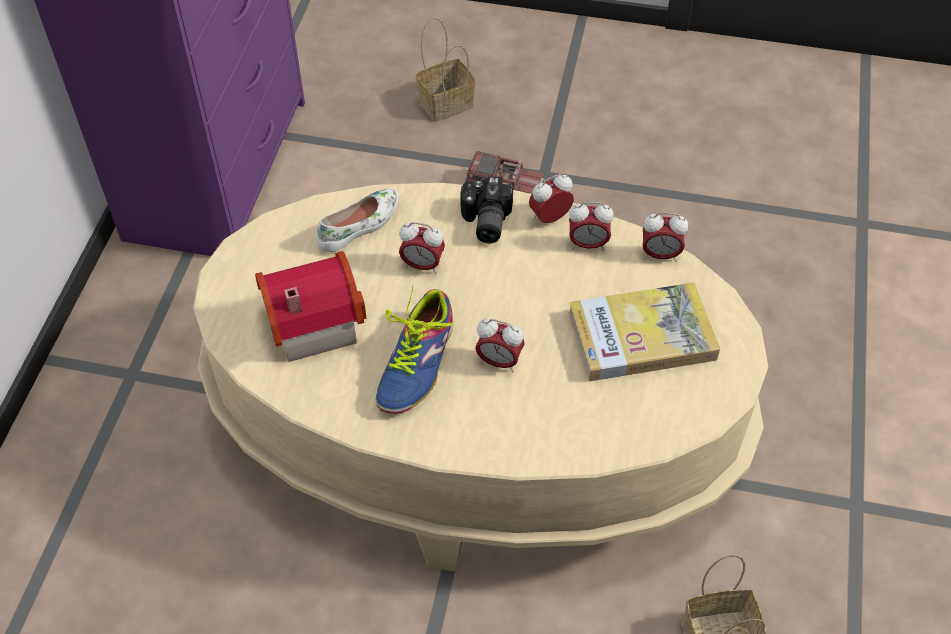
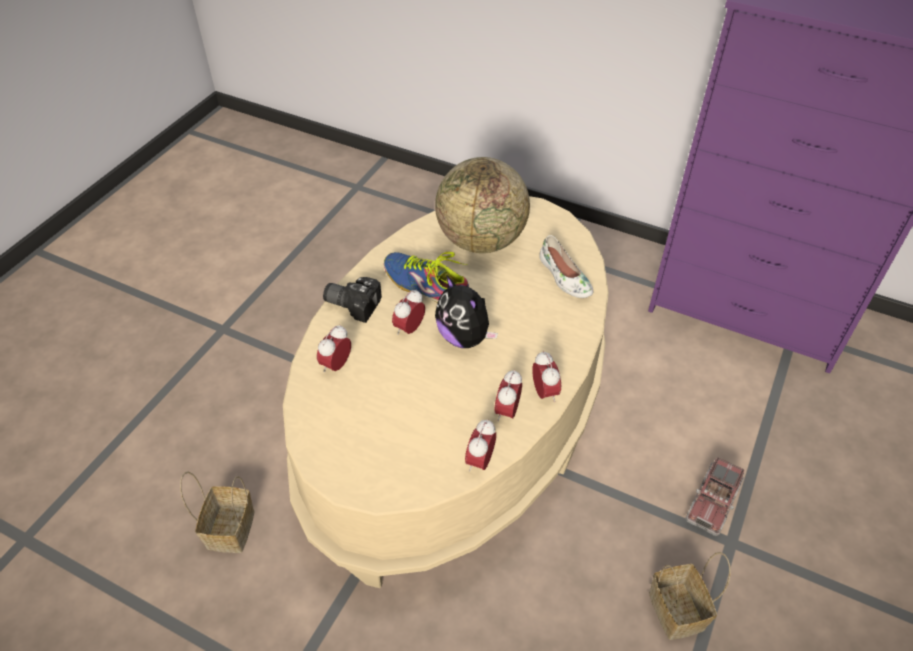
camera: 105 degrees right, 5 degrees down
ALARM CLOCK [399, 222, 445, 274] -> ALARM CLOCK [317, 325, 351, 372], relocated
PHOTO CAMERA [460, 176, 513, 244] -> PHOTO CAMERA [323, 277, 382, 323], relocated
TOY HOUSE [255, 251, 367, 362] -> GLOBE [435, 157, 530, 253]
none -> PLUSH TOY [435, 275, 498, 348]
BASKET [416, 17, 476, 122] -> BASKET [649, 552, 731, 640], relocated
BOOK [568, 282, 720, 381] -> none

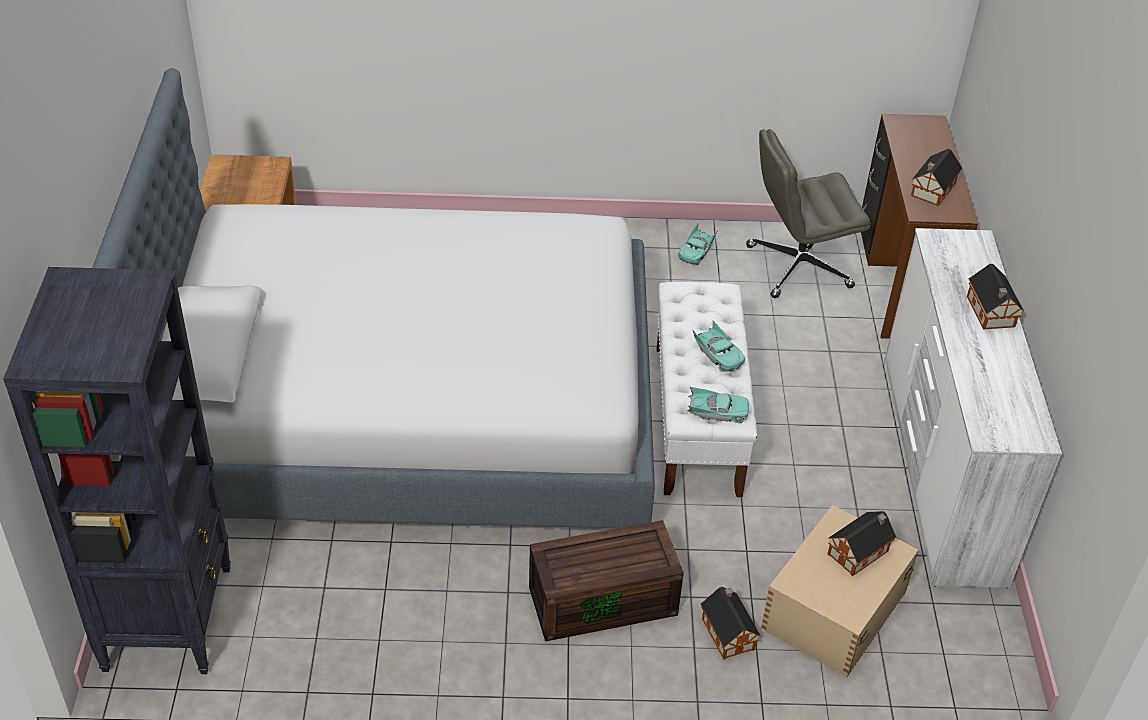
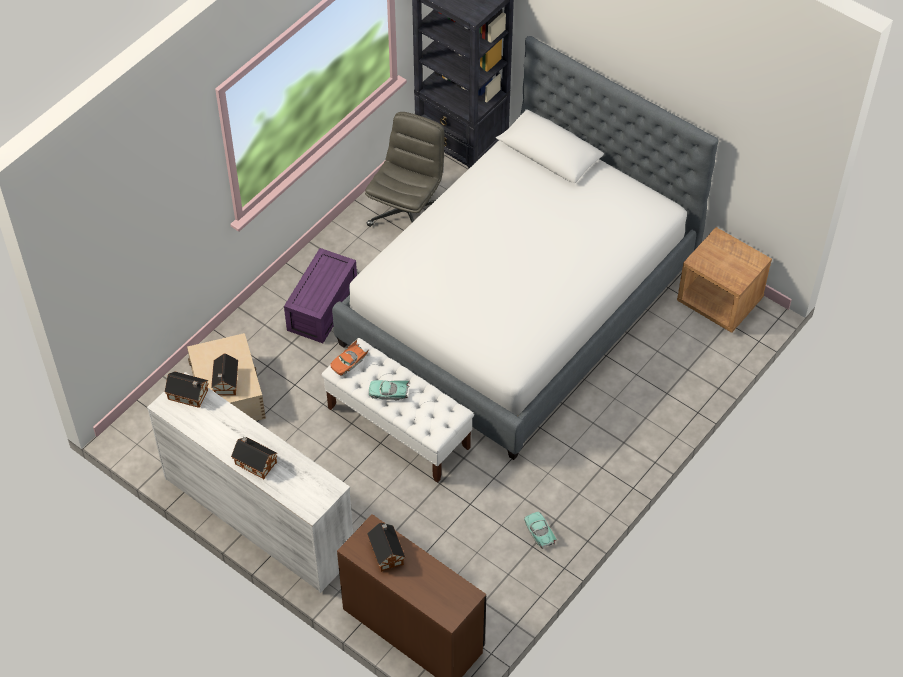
camera: 130 degrees right, 10 degrees up
TOY HOUSE [701, 587, 761, 659] -> TOY HOUSE [165, 371, 209, 408], relocated
BROWN STORAGE BOX [529, 520, 684, 642] -> PURPLE STORAGE BOX [284, 248, 357, 343]
TURQUOISE TOY CAR [687, 387, 749, 423] -> ORANGE TOY CAR [331, 340, 369, 376]
GREY OFFICE CHAIR [746, 129, 870, 298] -> GREY OFFICE CHAIR [365, 112, 444, 227], relocated

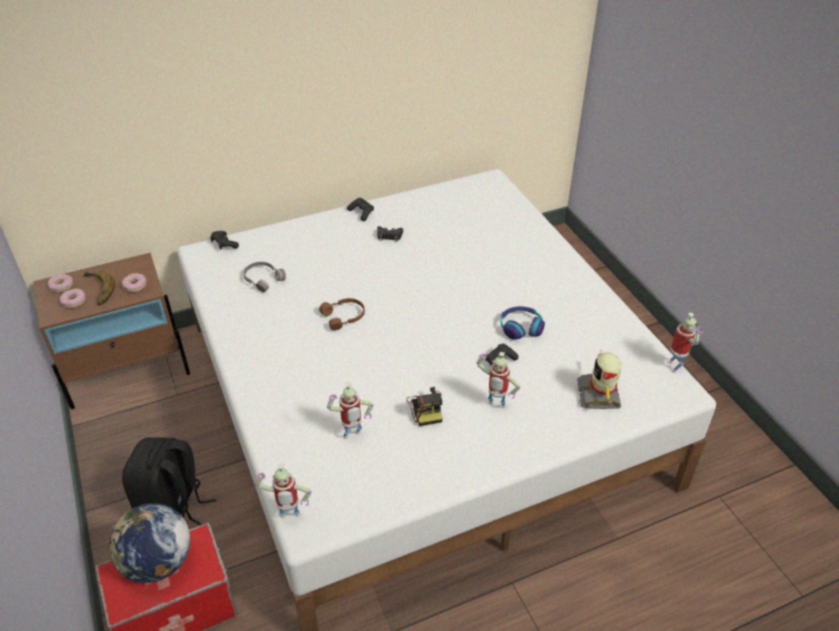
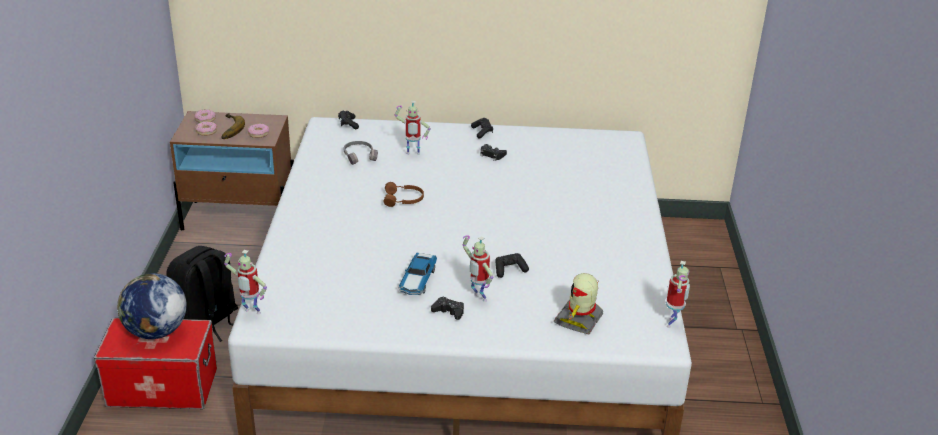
camera: 25 degrees right, 10 degrees down
TOY ROBOT [327, 382, 374, 439] -> TOY ROBOT [395, 101, 431, 155], relocated
PHOTO CAMERA [407, 387, 442, 426] -> TOY CAR [399, 253, 437, 295]
none -> BLACK GAME CONTROLLER [431, 297, 464, 320]
HEADPHONES [500, 306, 545, 340] -> none

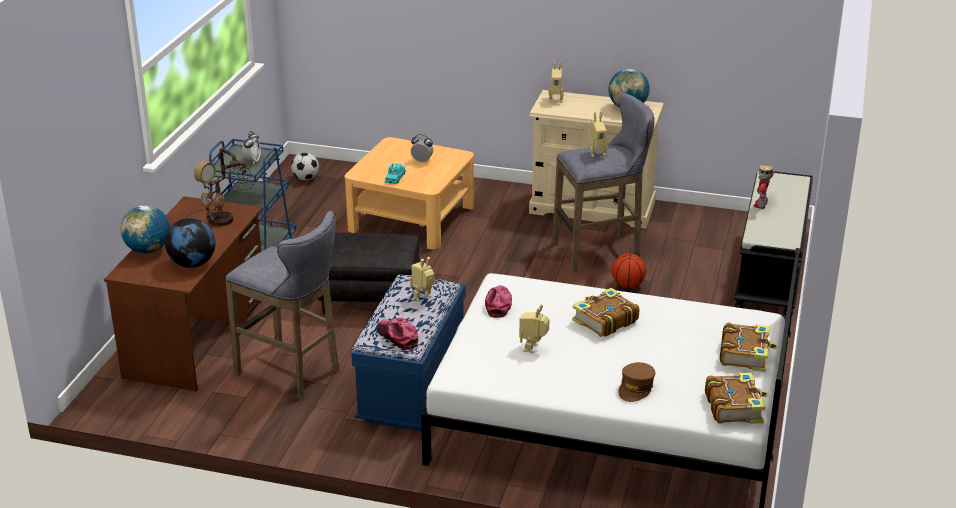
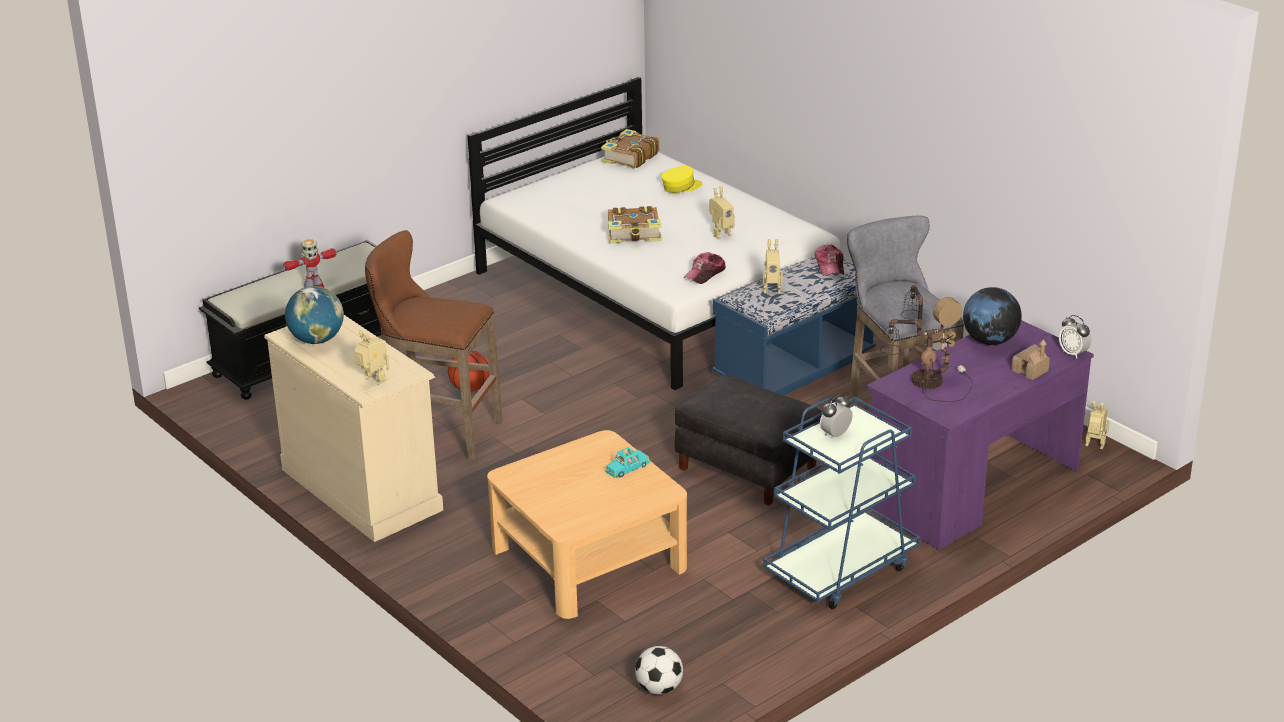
camera: 145 degrees left, 0 degrees up
GREY STOOL [552, 94, 655, 272] -> BROWN STOOL [365, 230, 502, 461]
BROWN CAP [618, 362, 655, 402] -> YELLOW CAP [661, 166, 702, 193]
BROWN DESK [104, 196, 263, 391] -> PURPLE DESK [867, 320, 1094, 550]
GLOBE [120, 205, 170, 253] -> TOY HOUSE [1012, 339, 1050, 380]
ALARM CLOCK [411, 134, 433, 162] -> ALARM CLOCK [1059, 315, 1091, 359], relocated
TOY ROBOT [590, 112, 608, 157] -> TOY ROBOT [1085, 401, 1110, 449], relocated
BOOK [720, 322, 778, 372] -> none

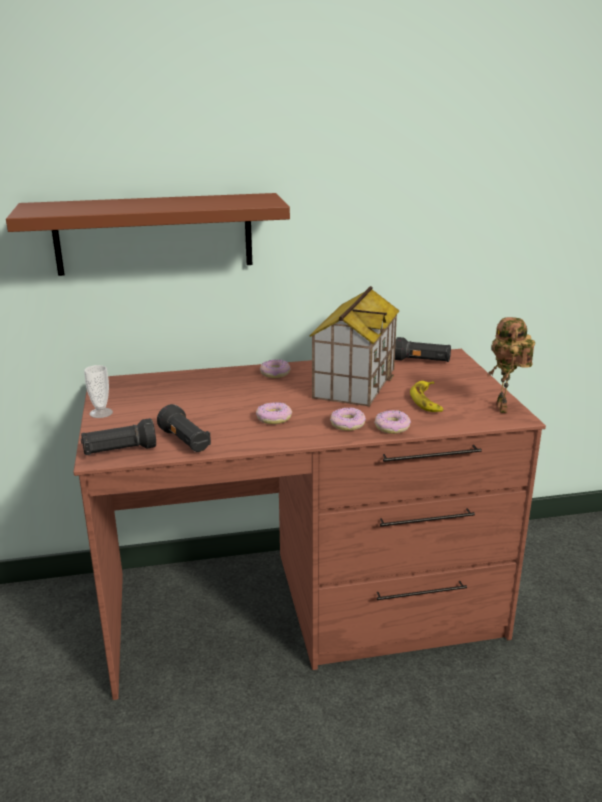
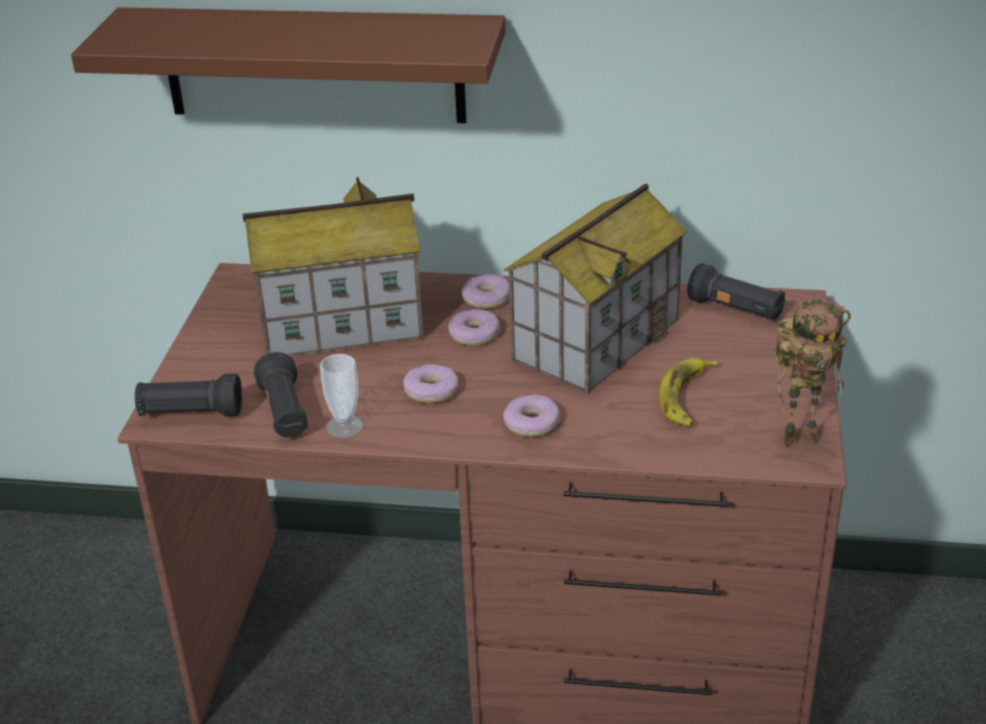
camera: 20 degrees right, 10 degrees up
none -> TOY HOUSE [242, 177, 424, 356]
CUP [84, 365, 113, 418] -> CUP [320, 354, 364, 438], relocated
DONUT [375, 410, 411, 434] -> DONUT [448, 309, 500, 346], relocated
TOY ROBOT [488, 317, 535, 413] -> TOY ROBOT [774, 299, 851, 447], 120 degrees counterclockwise

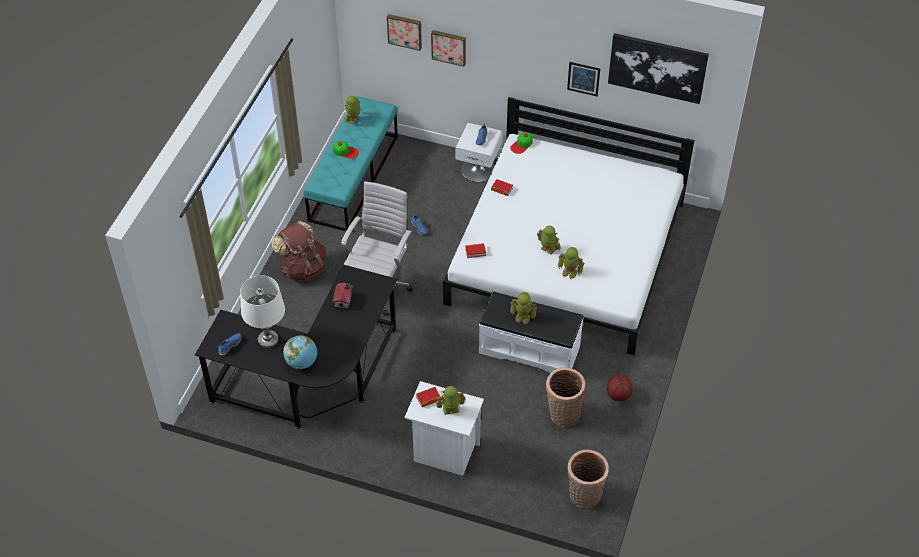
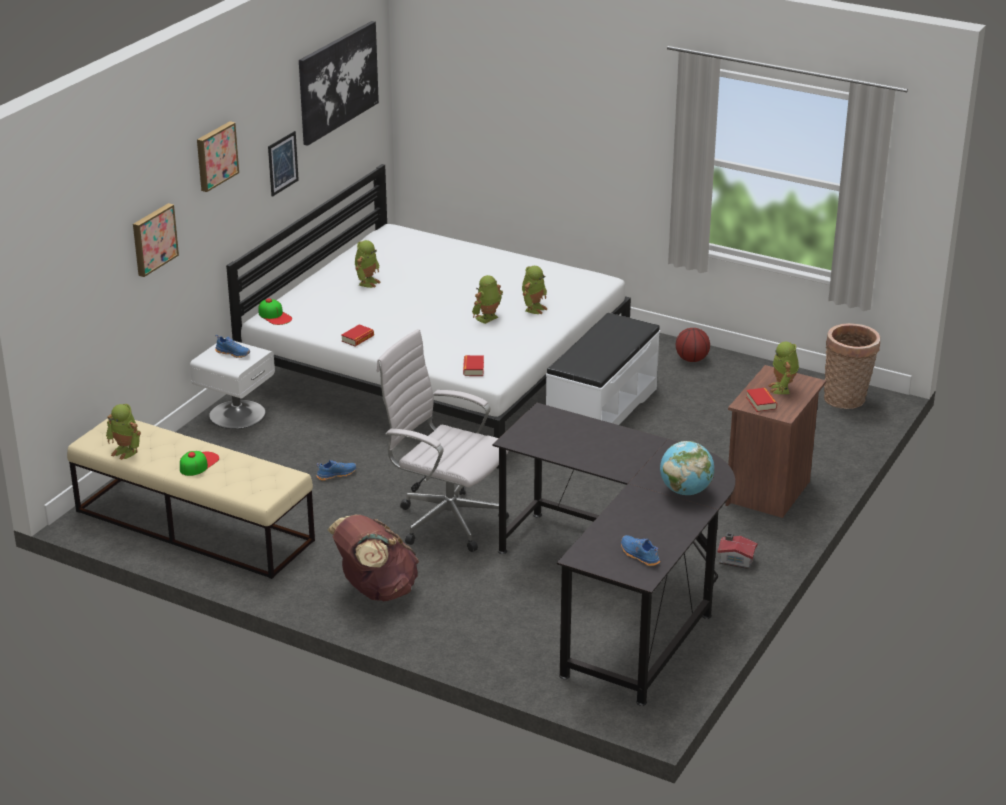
camera: 80 degrees left, 20 degrees down
TURQUOISE BENCH [303, 96, 398, 231] -> BEIGE BENCH [67, 418, 315, 579]
PICTURE [387, 14, 422, 51] -> PICTURE [197, 121, 239, 192], relocated
TOY ROBOT [510, 292, 537, 325] -> TOY ROBOT [355, 240, 381, 288], relocated
TOY HOUSE [332, 283, 353, 309] -> TOY HOUSE [717, 533, 758, 569], relocated
WHITE NIGHTSTAND [404, 381, 484, 476] -> BROWN NIGHTSTAND [725, 365, 826, 518]
WHITE TABLE LAMP [240, 275, 285, 348] -> none
BASKET [546, 368, 586, 427] -> none

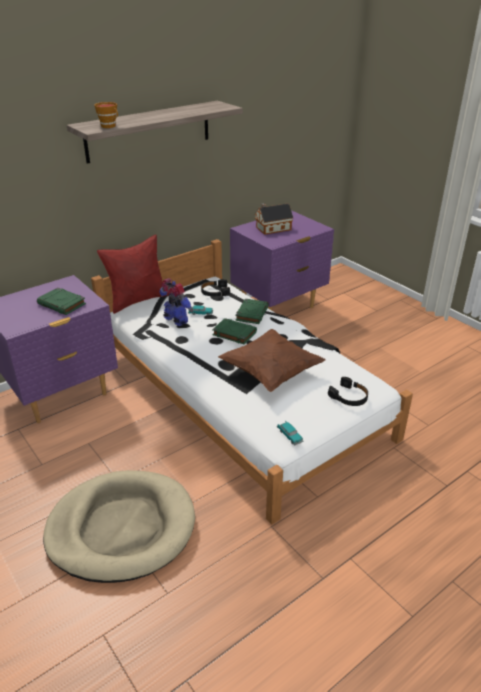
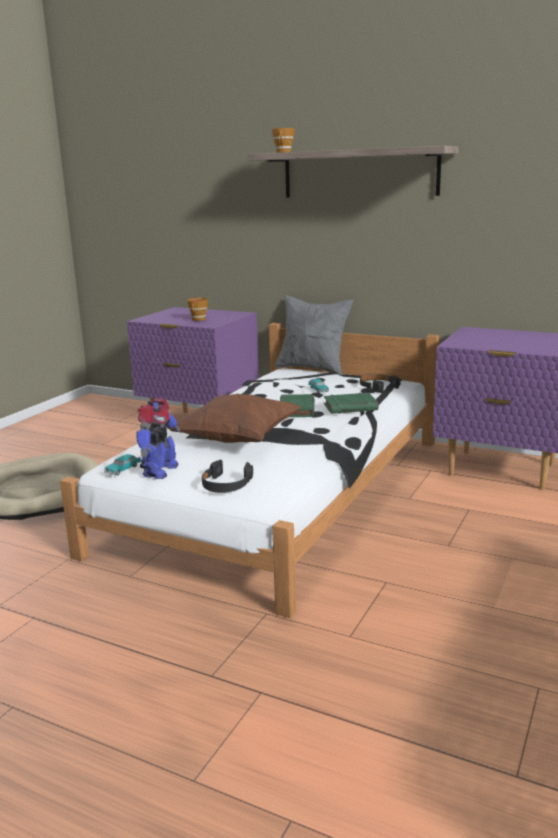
camera: 65 degrees right, 15 degrees down
TOY ROBOT [160, 278, 193, 326] -> TOY ROBOT [136, 398, 180, 479], relocated
GREEN BOOK [37, 288, 86, 315] -> CUP [187, 298, 208, 321]
RED PILLOW [97, 234, 170, 314] -> GREY PILLOW [275, 296, 353, 375]
TOY HOUSE [255, 203, 293, 235] -> none

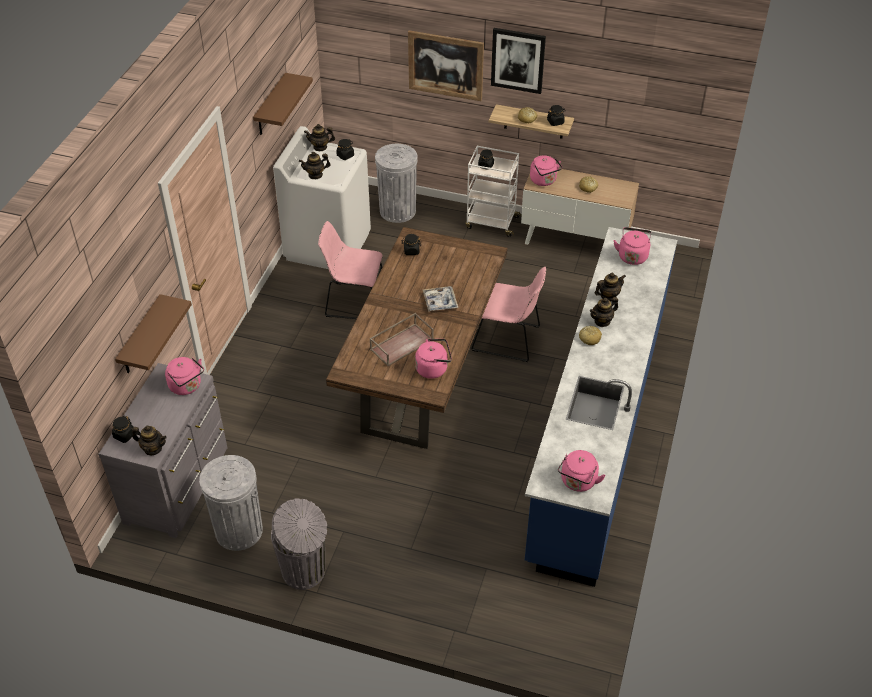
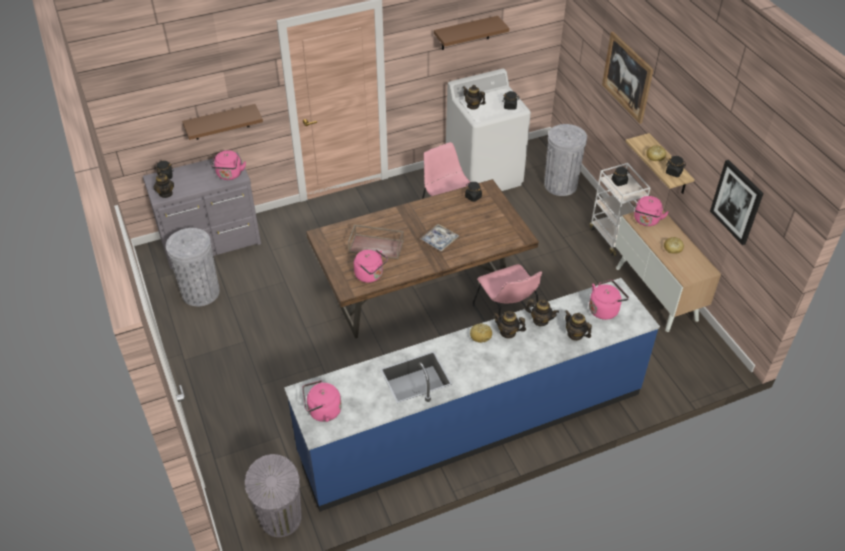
camera: 50 degrees right, 0 degrees up
GREY TRASH CAN [271, 498, 327, 590] -> GREY TRASH CAN [245, 454, 301, 537], relocated
TEAPOT [304, 124, 335, 151] -> TEAPOT [565, 310, 592, 341], relocated
PICTURE [491, 28, 546, 94] -> PICTURE [710, 160, 764, 245], relocated

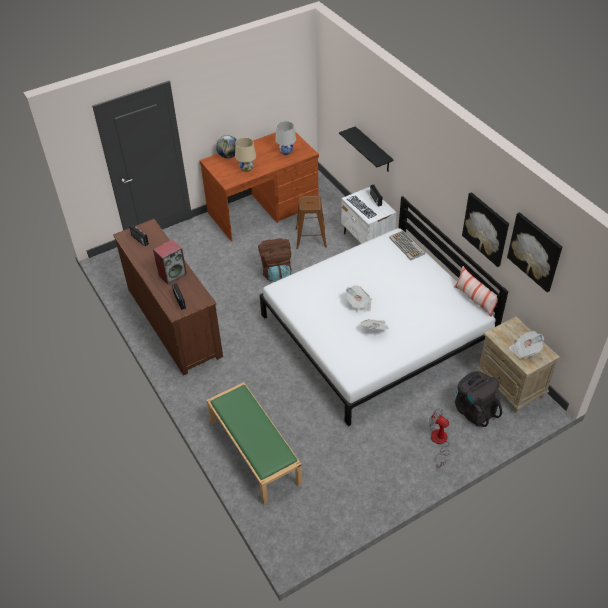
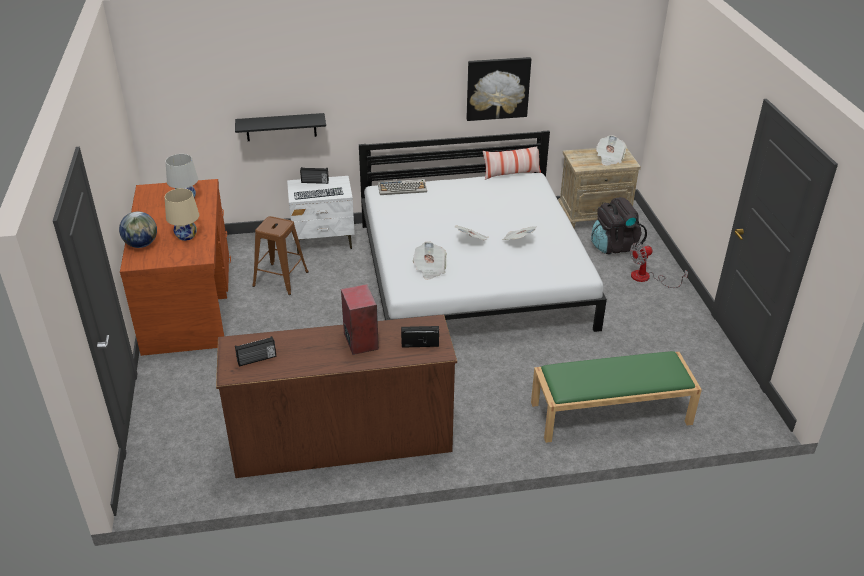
camera: 70 degrees left, 10 degrees down
none -> NEWSPAPER [412, 241, 447, 280]
BROWN BACKPACK [258, 238, 292, 282] -> none
PICTURE [507, 212, 562, 292] -> none

